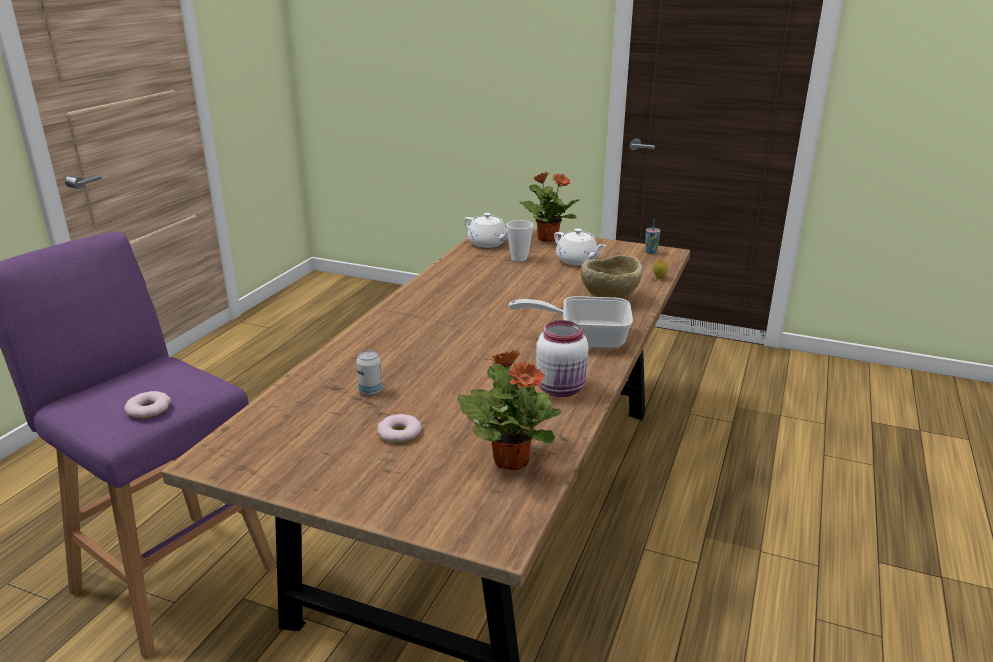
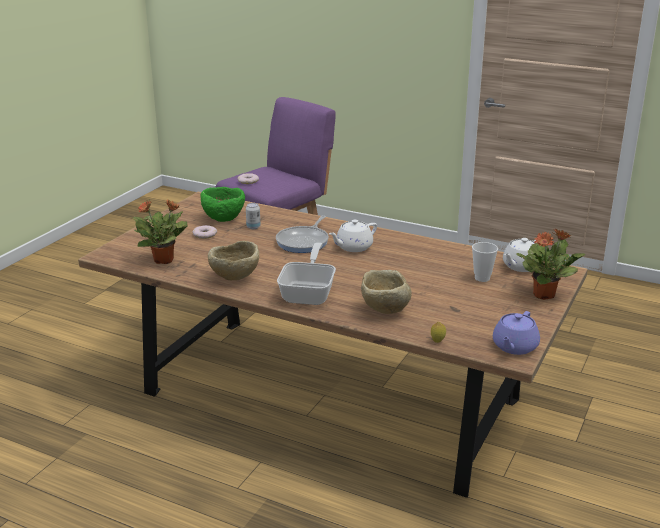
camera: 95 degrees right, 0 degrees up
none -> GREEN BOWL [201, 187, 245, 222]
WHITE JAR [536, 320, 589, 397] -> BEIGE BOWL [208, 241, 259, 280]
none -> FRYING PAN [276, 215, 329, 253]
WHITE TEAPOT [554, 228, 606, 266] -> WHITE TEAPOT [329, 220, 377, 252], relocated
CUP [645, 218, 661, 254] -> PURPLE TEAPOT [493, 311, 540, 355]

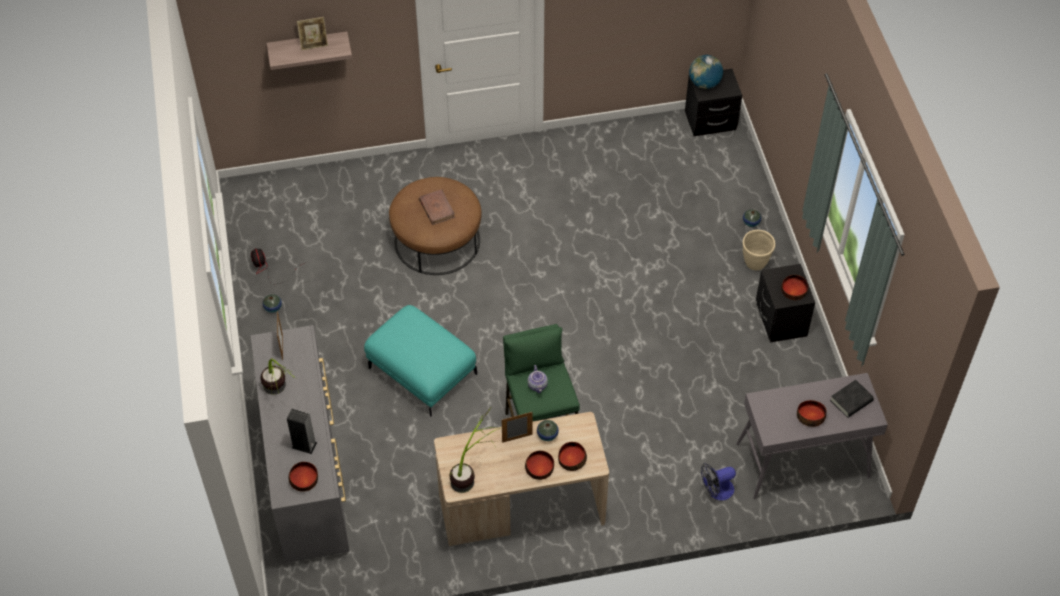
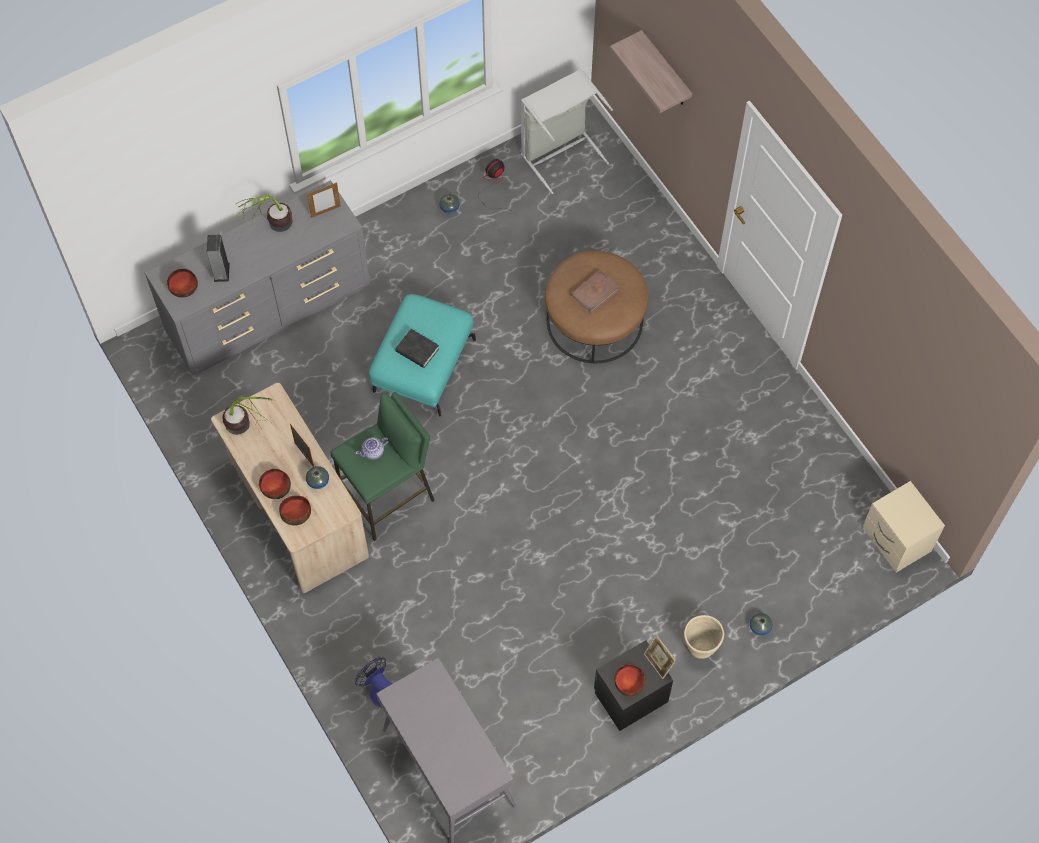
camera: 70 degrees right, 10 degrees up
BLACK BOOK [830, 380, 874, 418] -> BLACK BOOK [395, 329, 439, 368], relocated
none -> GREY LAUNDRY BASKET [521, 69, 613, 194]
PICTURE FRAME [297, 17, 328, 50] -> PICTURE FRAME [644, 635, 676, 679], relocated
BLACK NIGHTSTAND [685, 69, 742, 136] -> BEIGE NIGHTSTAND [863, 481, 945, 572]
GLOBE [689, 55, 723, 89] -> none
BOWL [797, 400, 826, 427] -> none

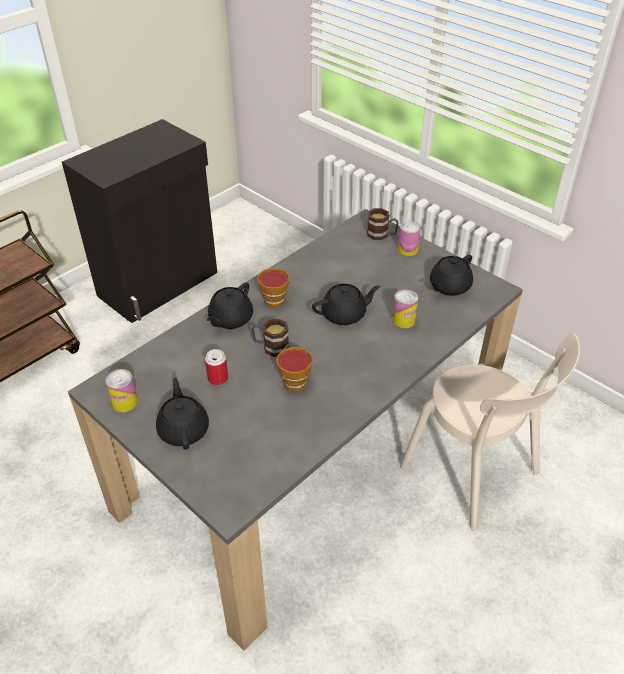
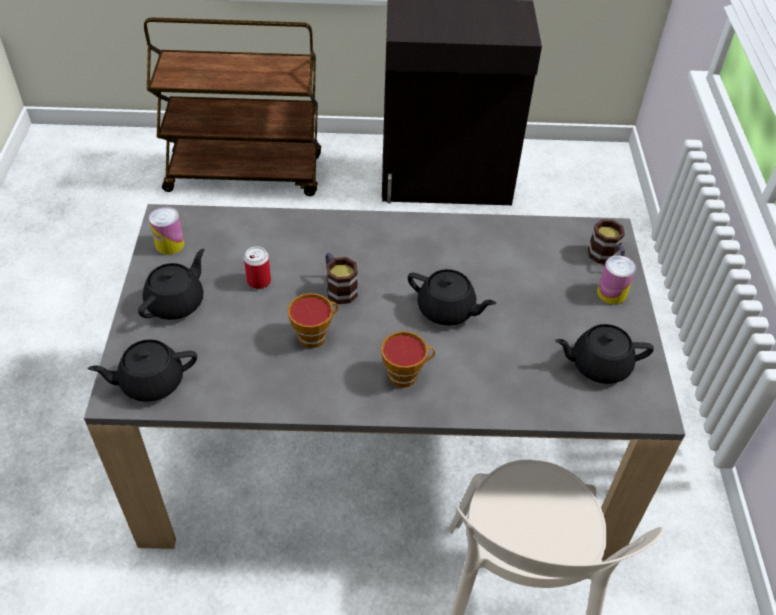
camera: 45 degrees right, 5 degrees up
BLACK TEAPOT [207, 282, 253, 329] -> BLACK TEAPOT [88, 339, 197, 402], relocated
CUP [257, 268, 290, 308] -> CUP [381, 331, 435, 388], relocated
CAN [392, 289, 418, 329] -> none

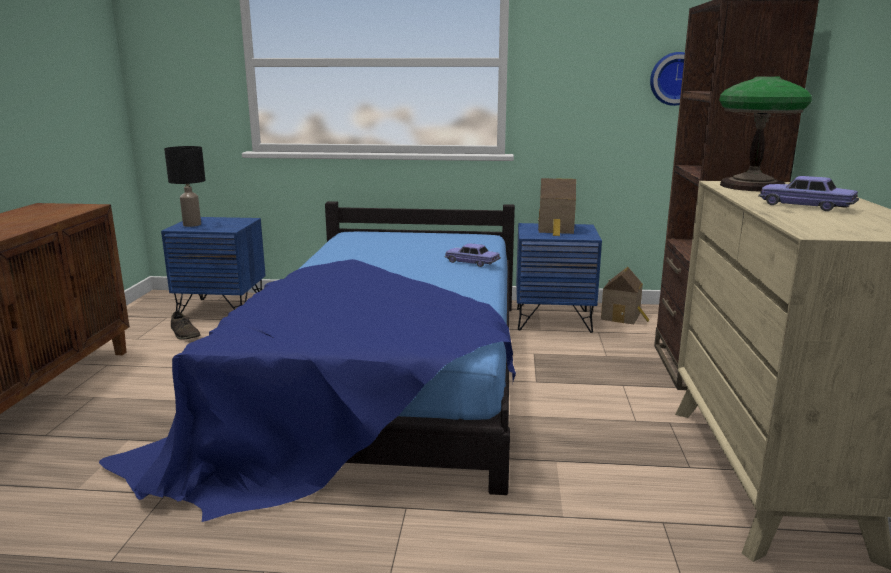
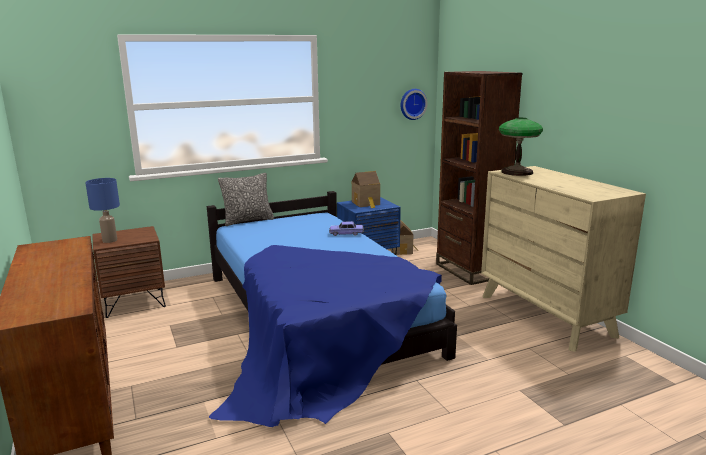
camera: 30 degrees left, 0 degrees up
BLACK TABLE LAMP [164, 146, 205, 227] -> BLUE TABLE LAMP [85, 178, 120, 243]
BLUE NIGHTSTAND [161, 217, 266, 313] -> BROWN NIGHTSTAND [92, 226, 166, 318]
none -> PILLOW [218, 173, 274, 226]
BROWN SHOE [171, 311, 201, 340] -> none
TOY CAR [758, 176, 859, 211] -> none

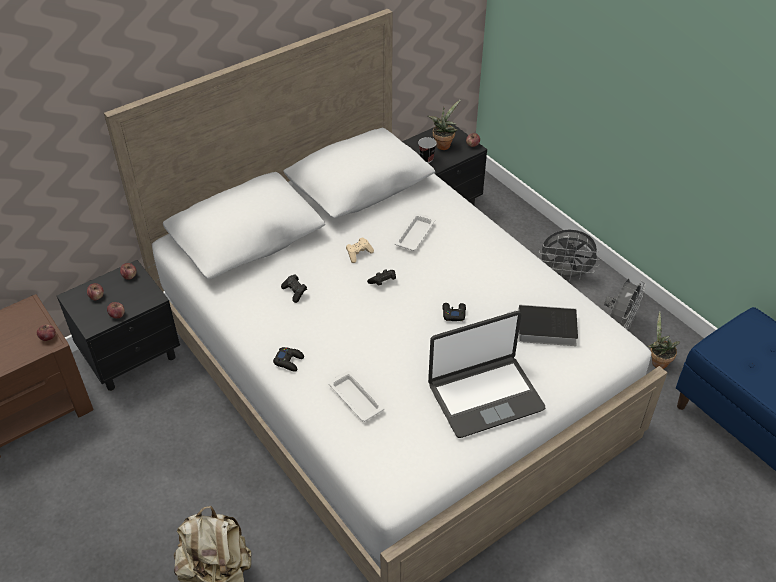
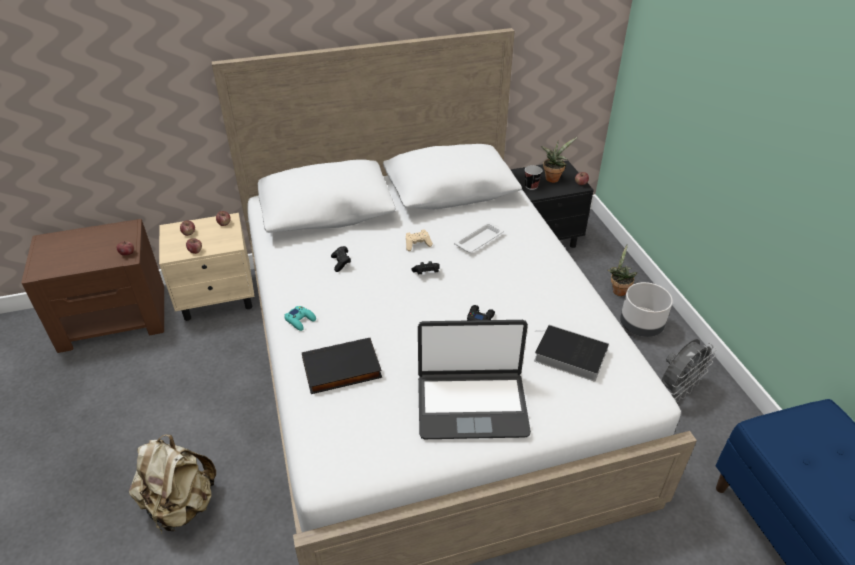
camera: 20 degrees right, 5 degrees down
BLACK NIGHTSTAND [57, 260, 180, 391] -> BEIGE NIGHTSTAND [159, 213, 255, 321]
BLACK GAME CONTROLLER [273, 347, 304, 372] -> TURQUOISE GAME CONTROLLER [284, 306, 316, 331]
WHITE TRAY [329, 371, 384, 422] -> BLACK BOOK [302, 338, 382, 394]
POTTED PLANT [648, 311, 680, 369] -> POTTED PLANT [608, 244, 637, 296], relocated
GREY FAN [539, 229, 601, 282] -> GREY PLANTER [620, 282, 673, 337]

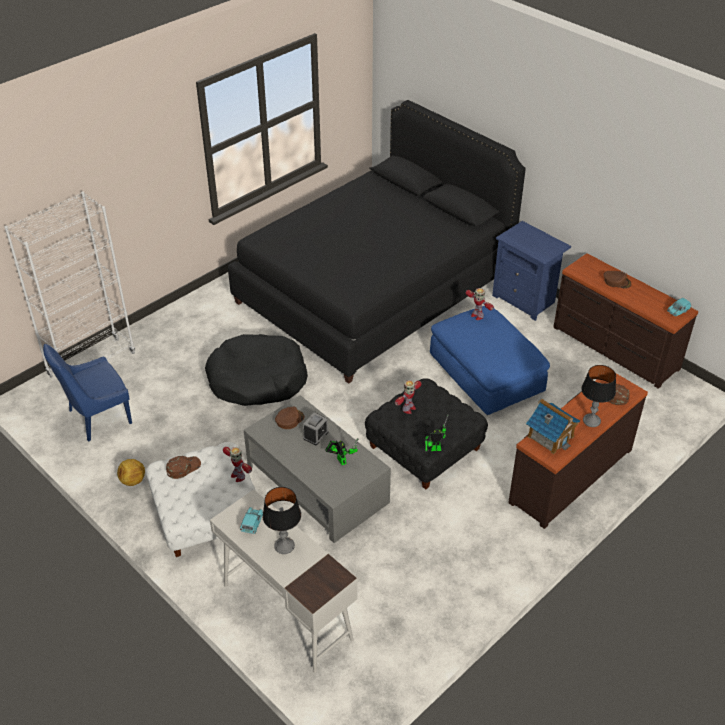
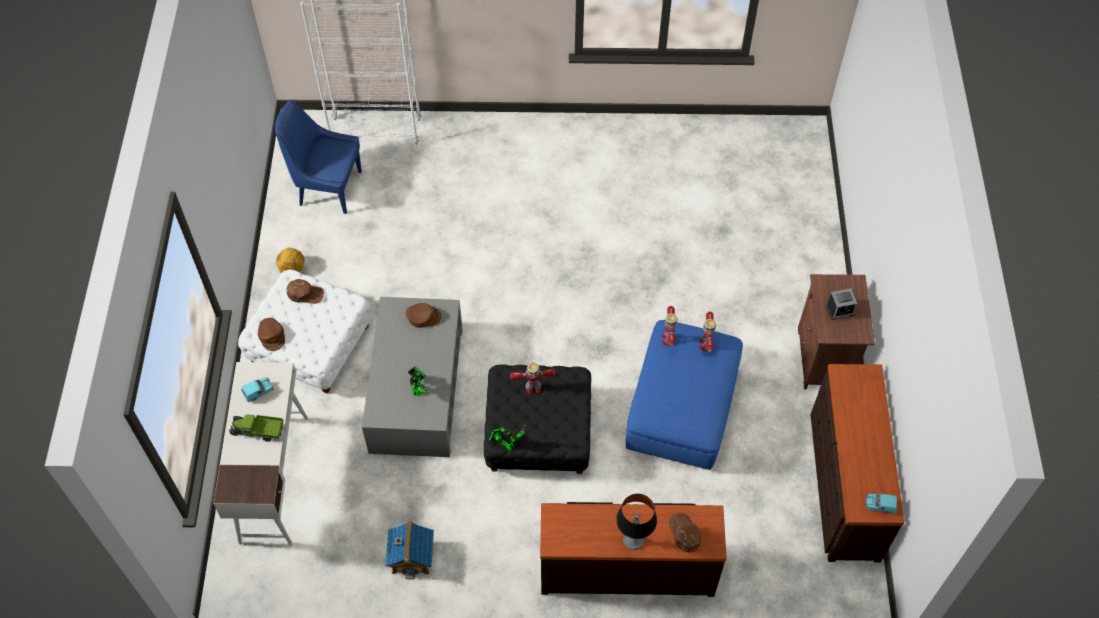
camera: 45 degrees right, 15 degrees up
TABLE LAMP [263, 487, 301, 554] -> TOY TRUCK [229, 414, 284, 442]
BROWN CAP [603, 271, 631, 288] -> BROWN CAP [258, 318, 285, 351], relocated
TOY HOUSE [526, 398, 580, 454] -> TOY HOUSE [385, 520, 434, 579], relocated
TOY ROBOT [223, 447, 252, 482] -> TOY ROBOT [661, 306, 678, 346], relocated
BLUE NIGHTSTAND [492, 221, 571, 321] -> BROWN NIGHTSTAND [798, 274, 875, 390]
ALARM CLOCK [303, 413, 329, 445] -> ALARM CLOCK [826, 288, 858, 320], relocated
BLACK DOG BED [205, 334, 308, 406] -> none
BLACK BED [228, 100, 526, 384] -> none

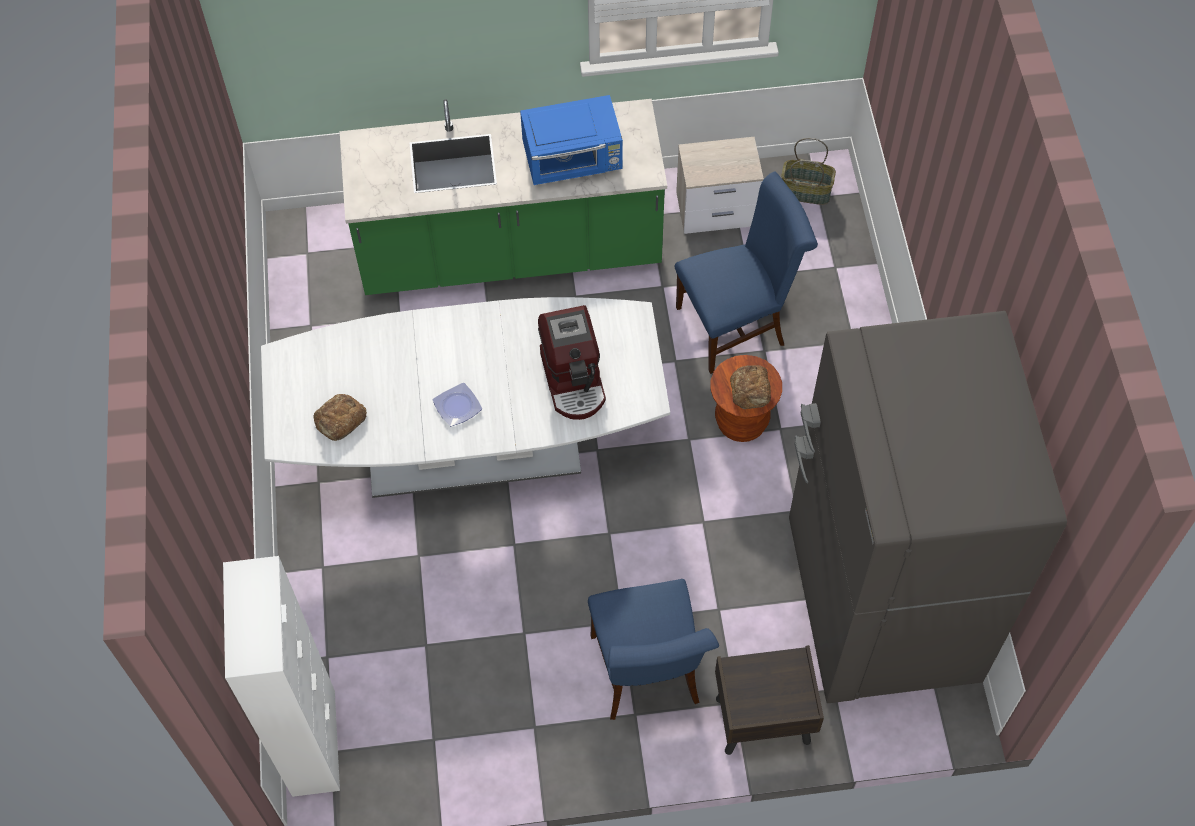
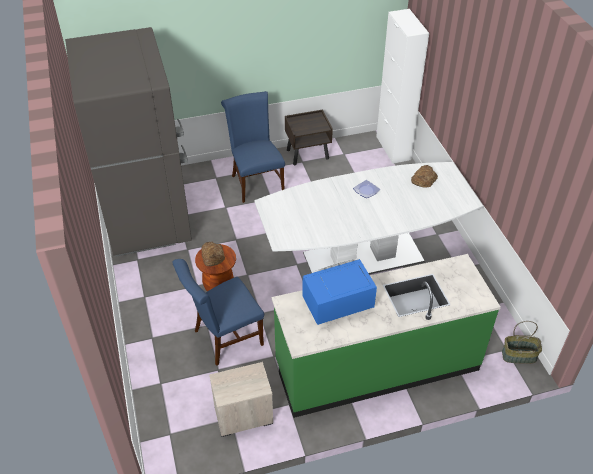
camera: 170 degrees right, 15 degrees down
BROWN NIGHTSTAND [715, 645, 824, 755] -> BROWN NIGHTSTAND [285, 109, 333, 166], relocated
BASKET [782, 138, 836, 205] -> BASKET [502, 321, 542, 364], relocated
COFFEE MACHINE [538, 305, 606, 420] -> none

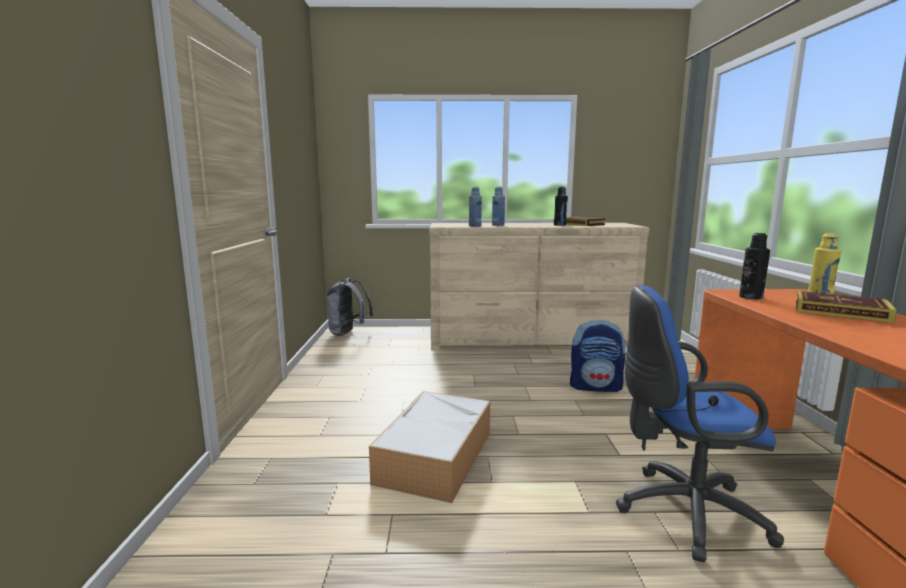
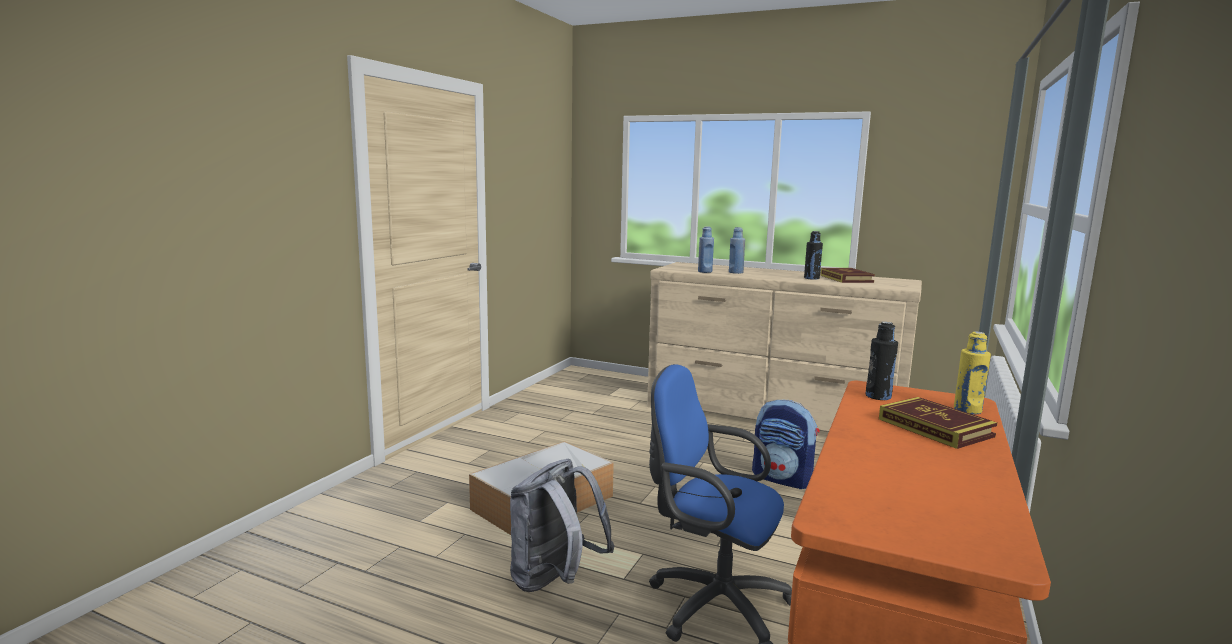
camera: 25 degrees right, 0 degrees up
GREY BACKPACK [326, 278, 373, 336] -> GREY BACKPACK [510, 459, 614, 592], relocated

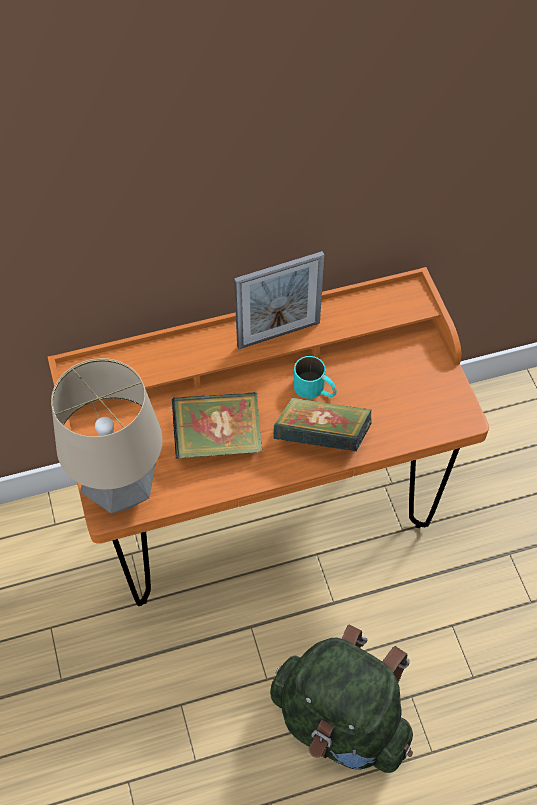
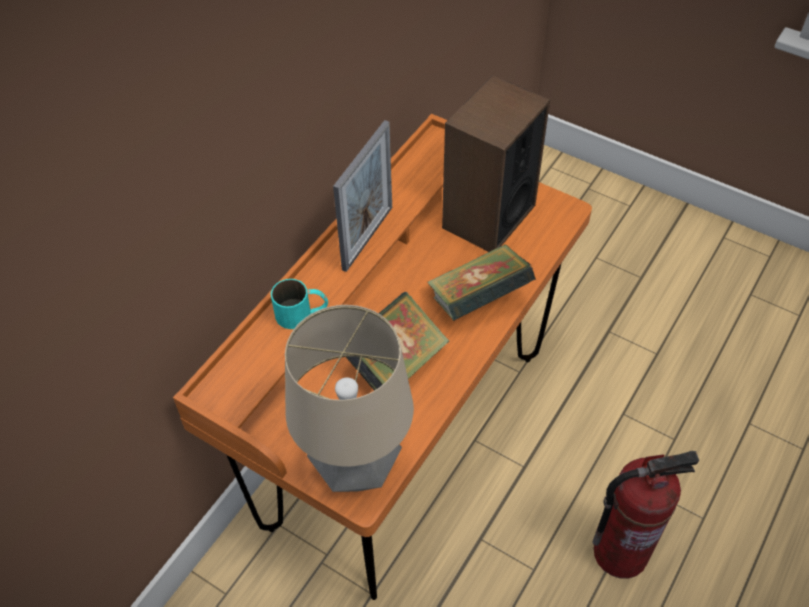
camera: 40 degrees left, 5 degrees down
TURQUOISE MUG [294, 356, 337, 399] -> TURQUOISE MUG [271, 279, 328, 329], relocated
none -> SPEAKER [442, 75, 550, 252]
GREEN BACKPACK [270, 625, 413, 773] -> FIRE EXTINGUISHER [592, 451, 699, 578]

